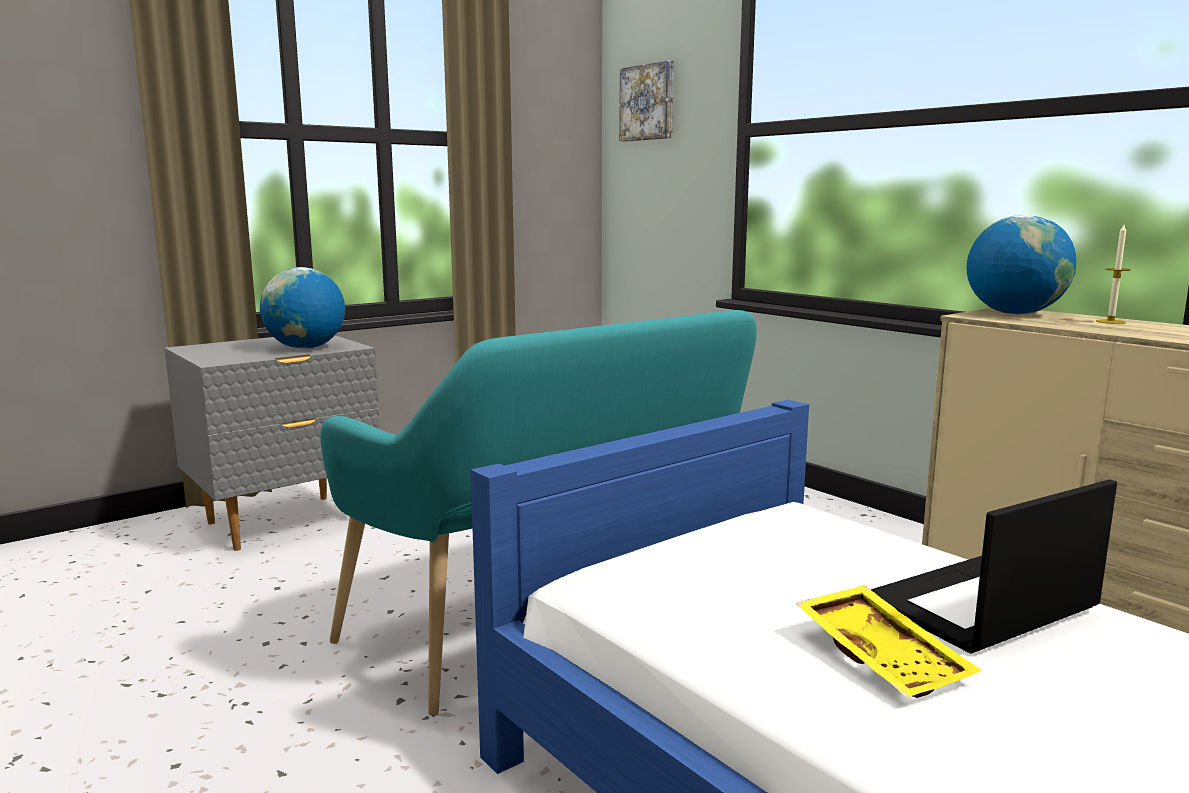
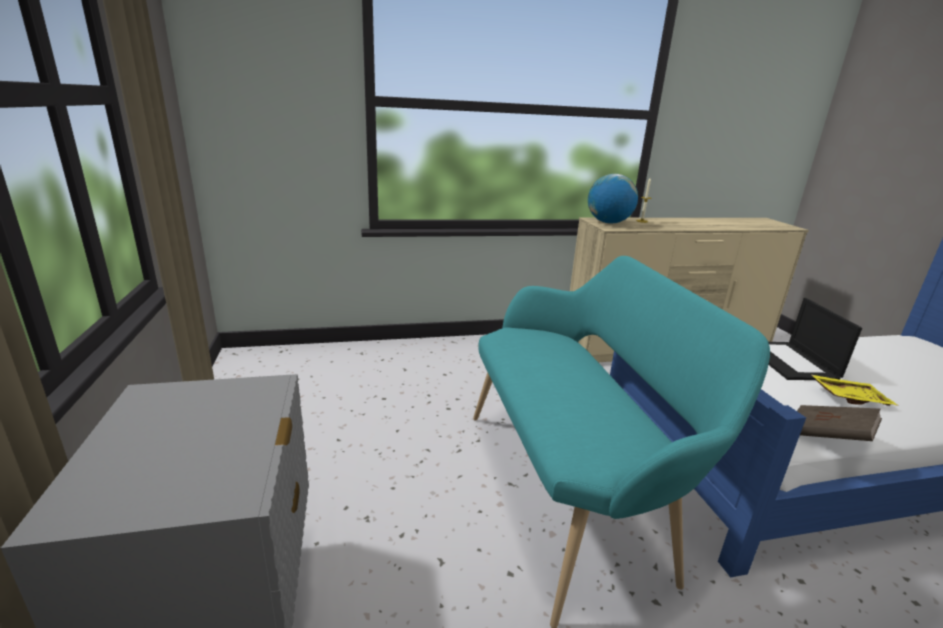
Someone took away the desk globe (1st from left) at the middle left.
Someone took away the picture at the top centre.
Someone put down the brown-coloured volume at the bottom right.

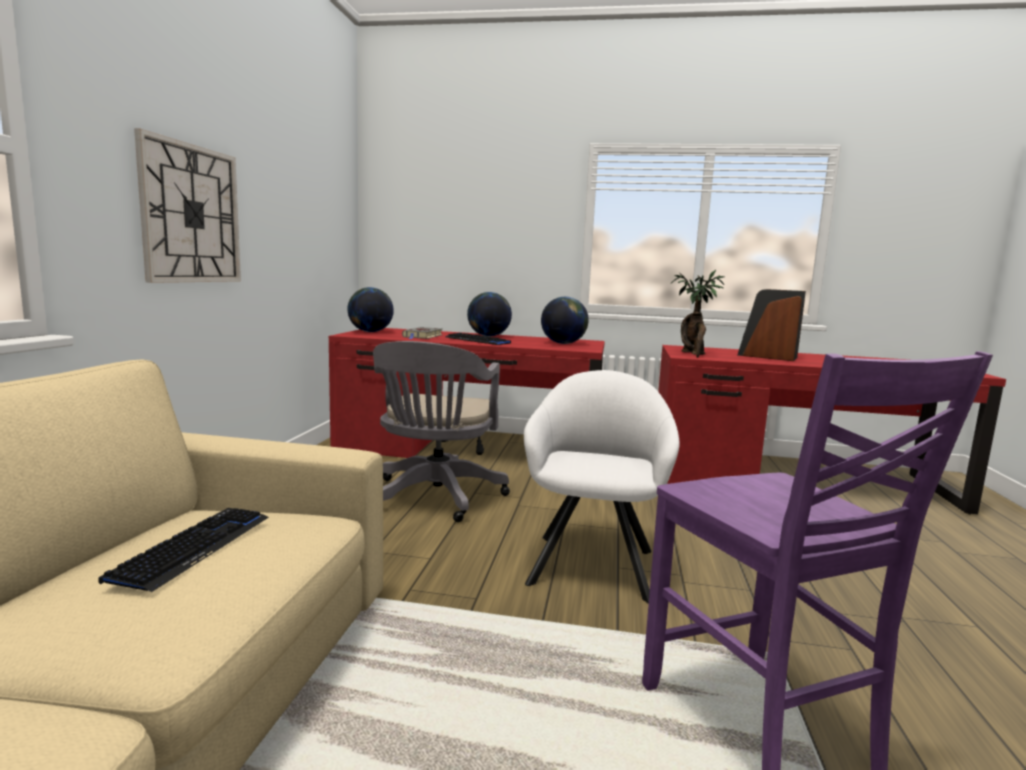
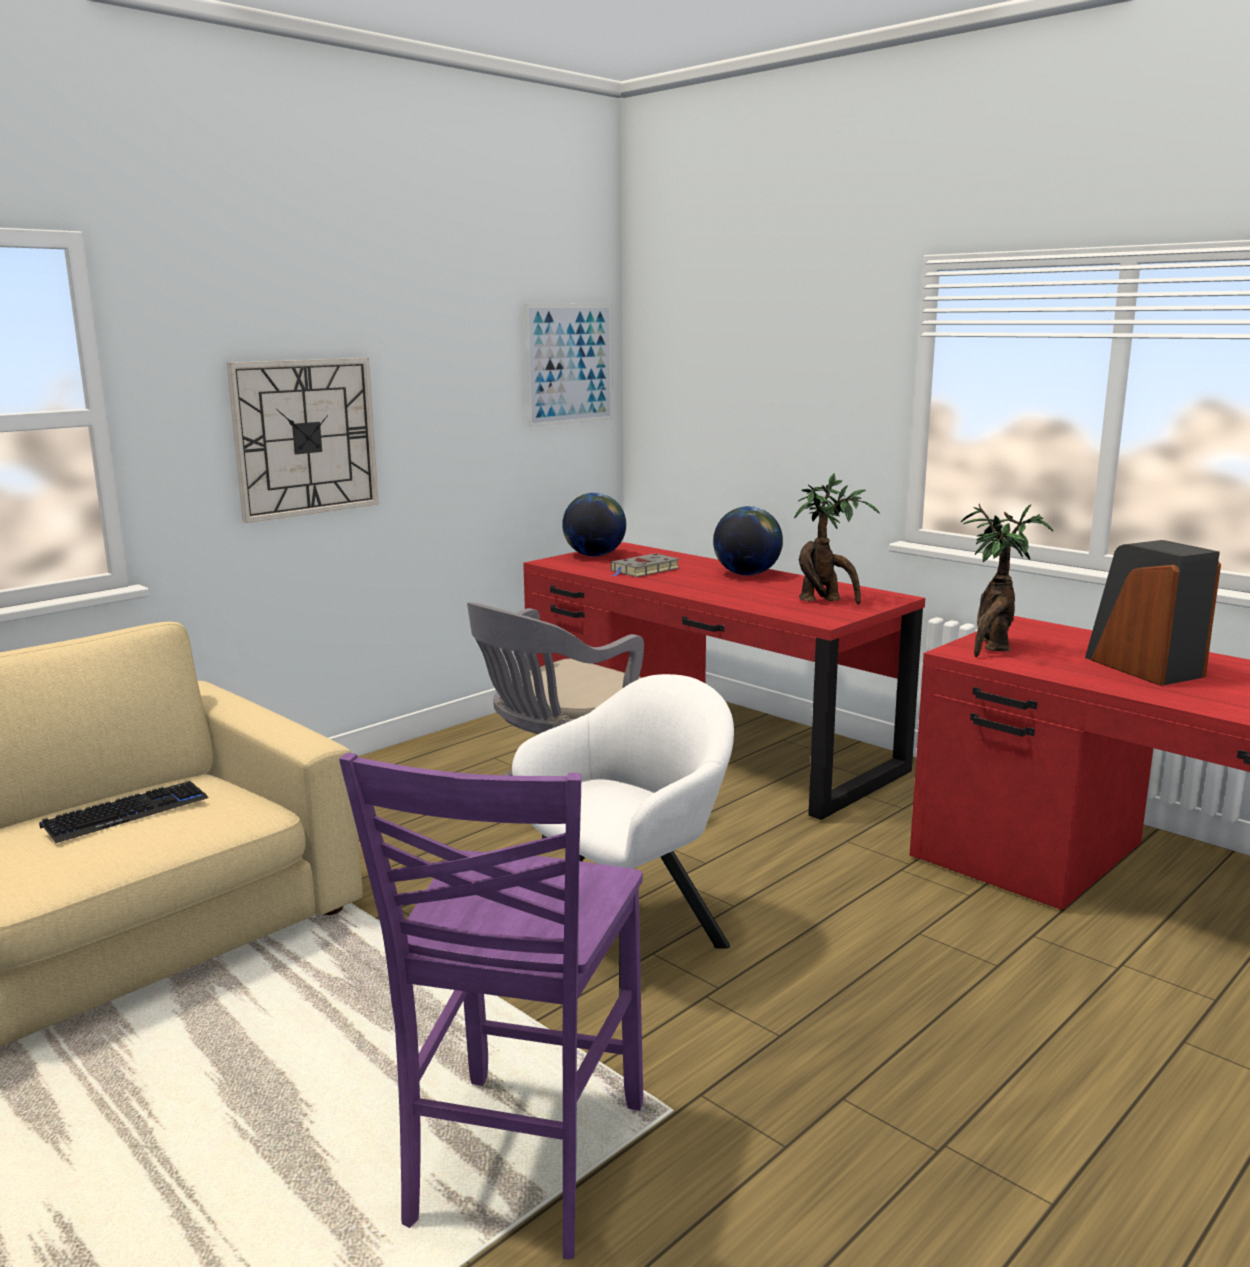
Someone took away the computer keyboard (2nd from left) at the centre.
Someone put up the picture at the top centre.
Someone swapped the desk globe (3rd from left) at the centre for the potted plant (1st from left) at the middle right.

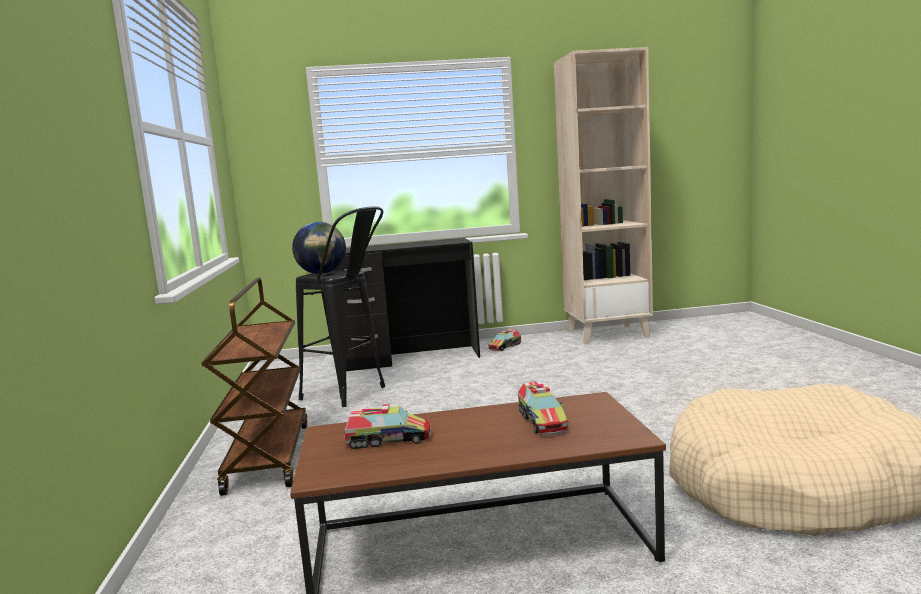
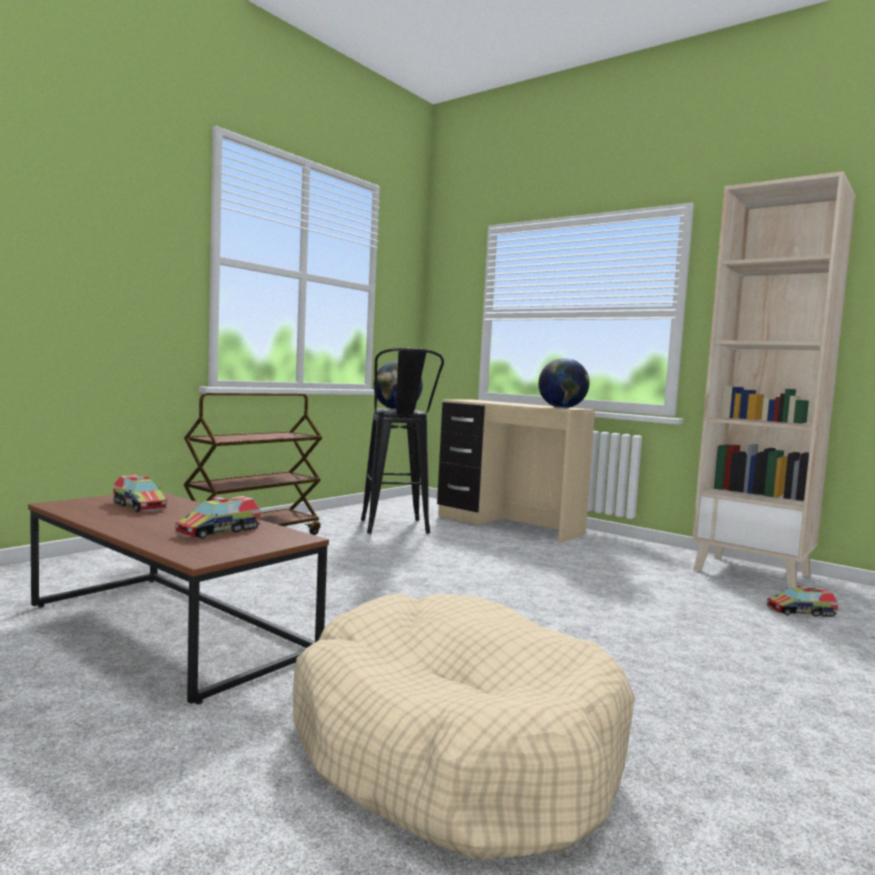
Someone put down the desk globe (2nd from left) at the centre.
Someone carried the toy lorry (2nd from left in the first image) from the centre to the bottom right.
Someone repainted the black-coloured desk unit at the centre, which became the beige-coloured desk unit at the centre.

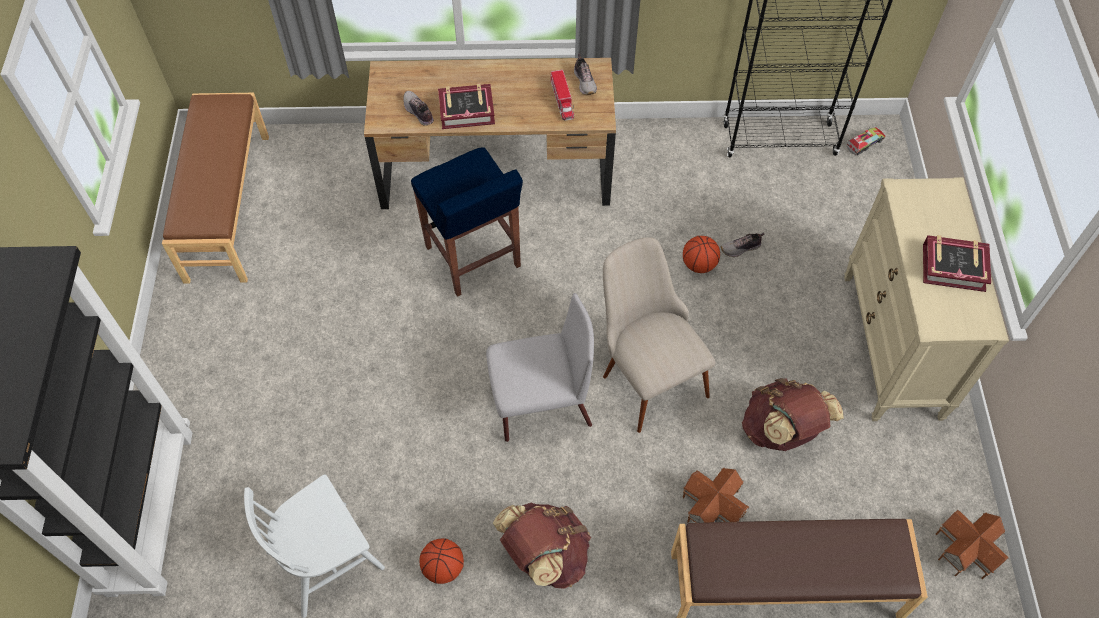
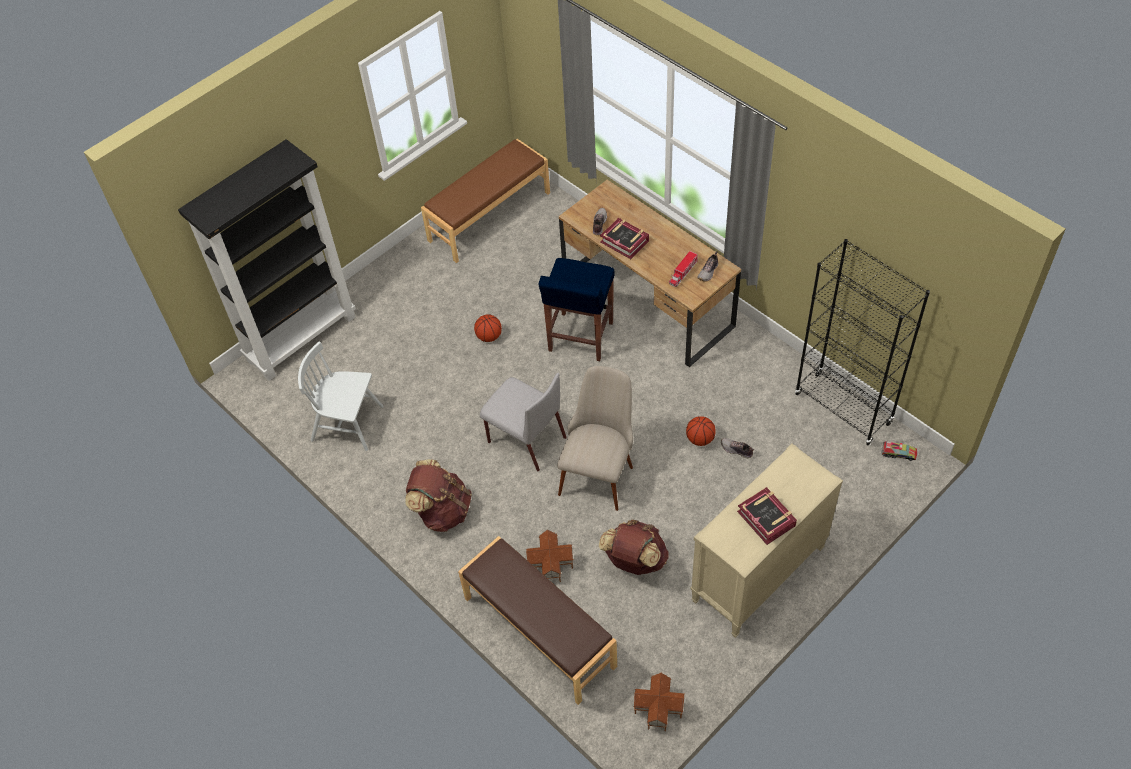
Someone carried the basketball ball (1st from left) from the bottom centre to the centre.

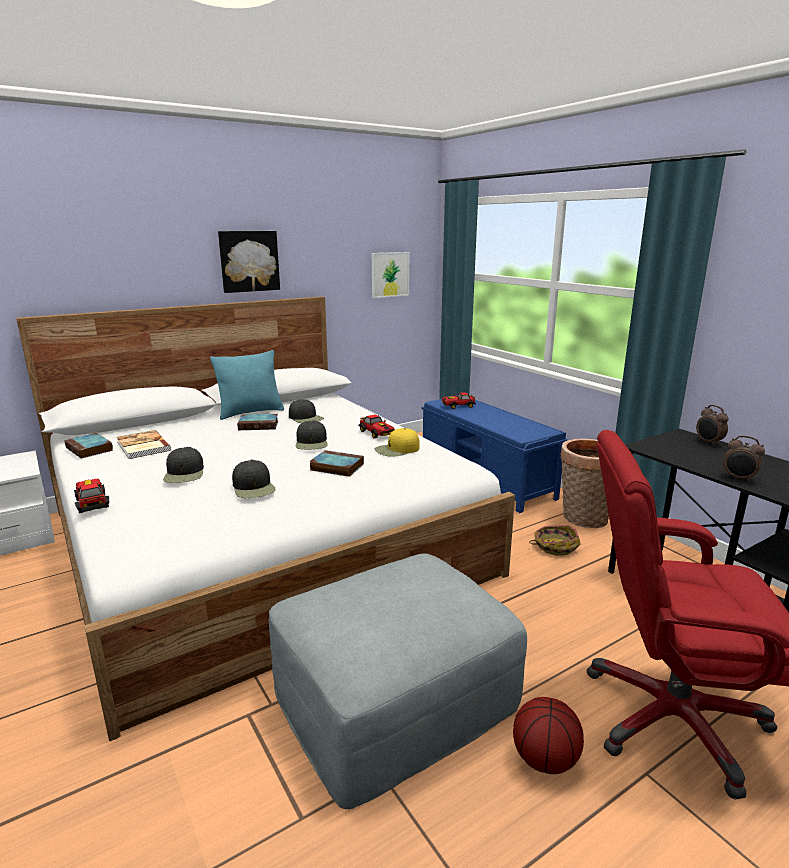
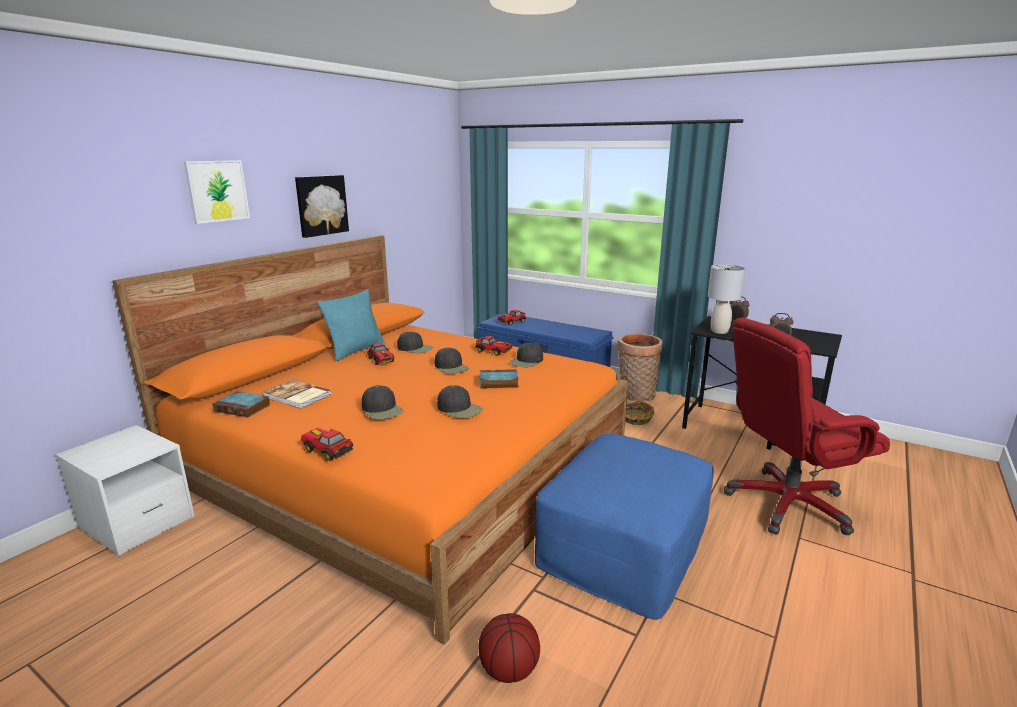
Someone put down the grey table lamp at the middle right.
Someone carried the picture (2nd from left in the first image) from the top centre to the top left.
Someone carried the basketball ball from the bottom right to the bottom centre.
Someone swapped the volume (3rd from left) at the middle left for the model car (2nd from left) at the centre.
Someone repainted the white bed at the centre, which became the orange-coloured bed at the centre.
Someone repainted the grey pouffe at the bottom centre, which became the blue pouffe at the bottom centre.
Someone repainted the yellow-coloured baseball cap at the centre, which became the black-coloured baseball cap (5th from left) at the centre.

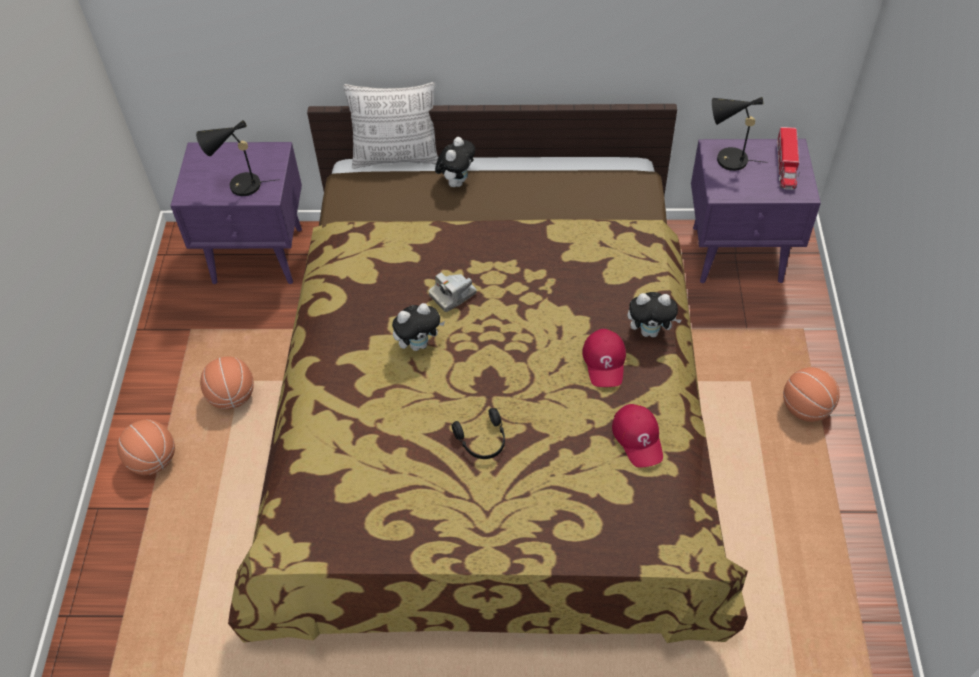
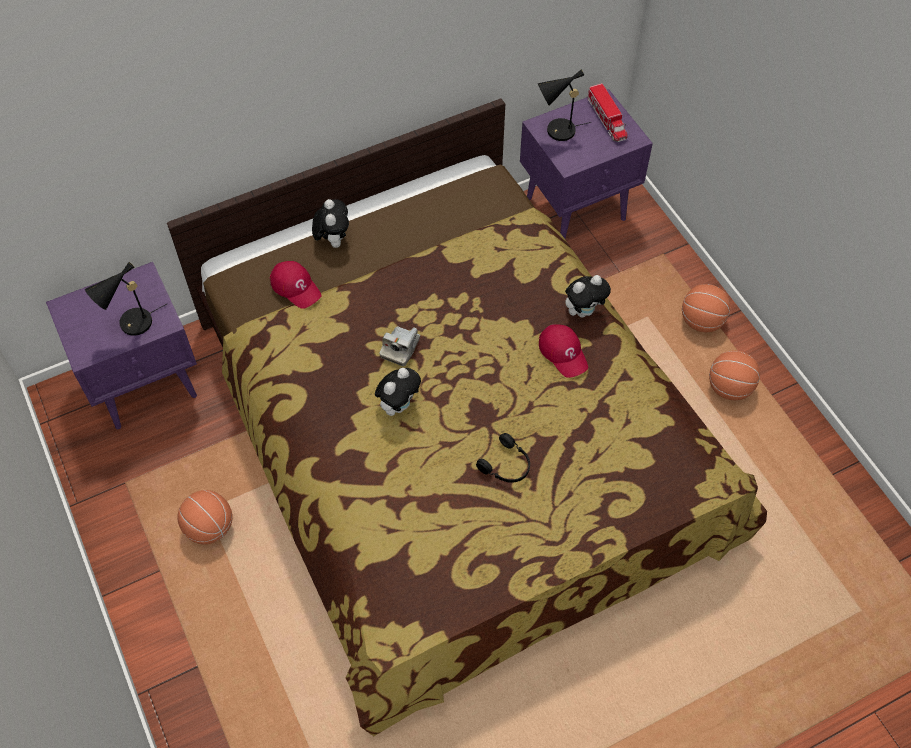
Someone took away the cushion at the top centre.
Someone carried the basketball ball (1st from left in the first image) from the middle left to the middle right.
Someone carried the reddish baseball cap (2nd from left in the first image) from the centre to the middle left.

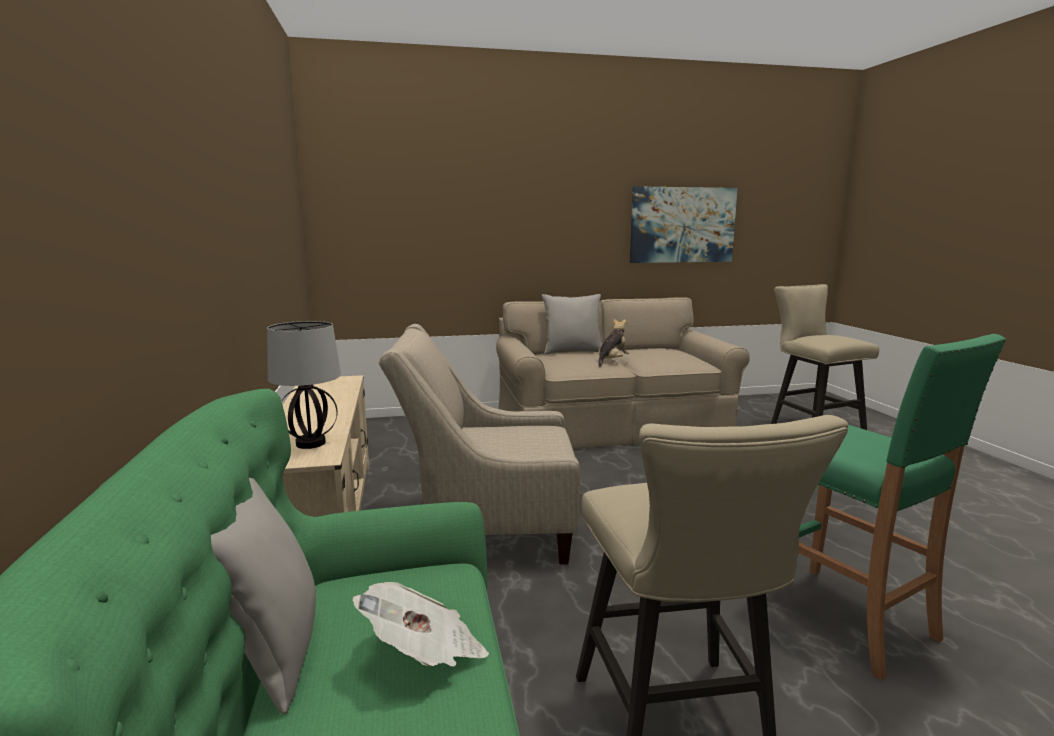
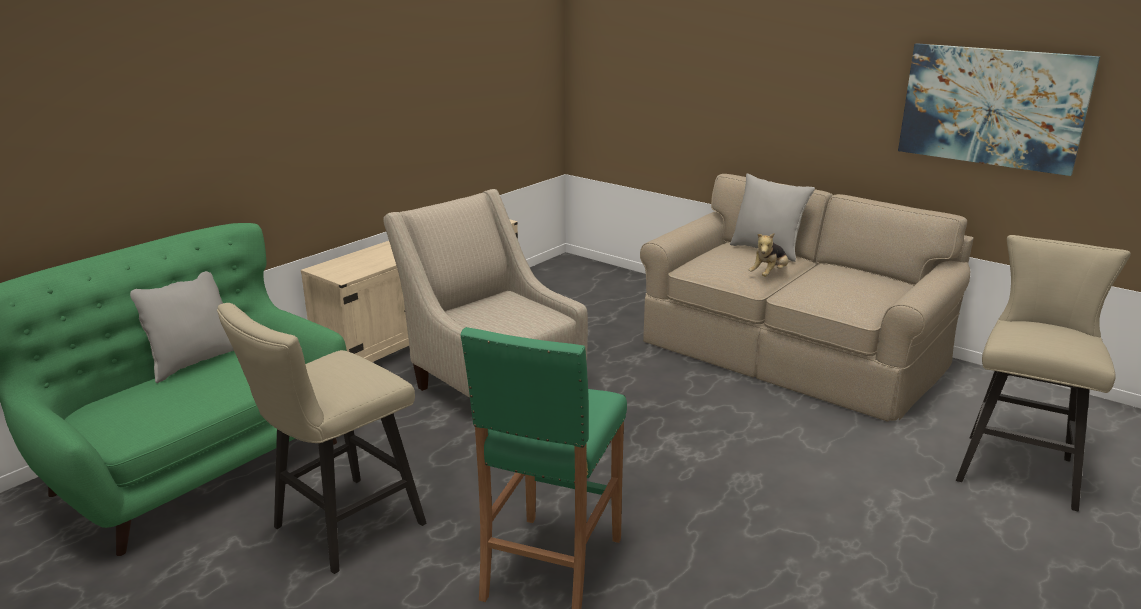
Someone took away the table lamp at the middle left.
Someone took away the daily paper at the bottom centre.
Someone rotated the cuddly toy at the centre by 135 degrees clockwise.

